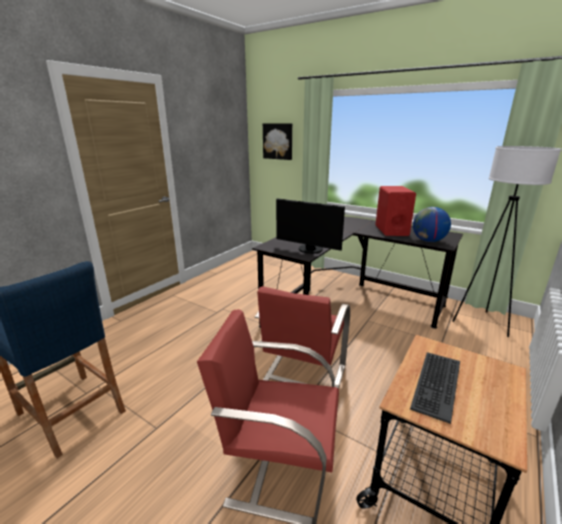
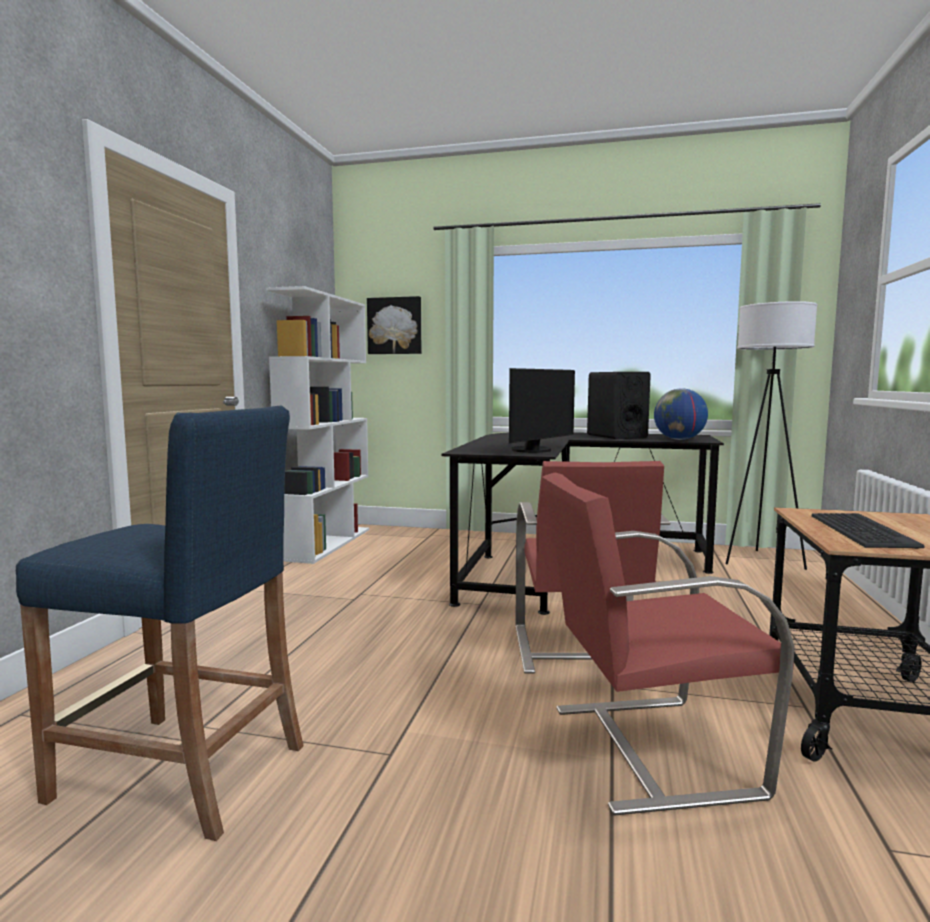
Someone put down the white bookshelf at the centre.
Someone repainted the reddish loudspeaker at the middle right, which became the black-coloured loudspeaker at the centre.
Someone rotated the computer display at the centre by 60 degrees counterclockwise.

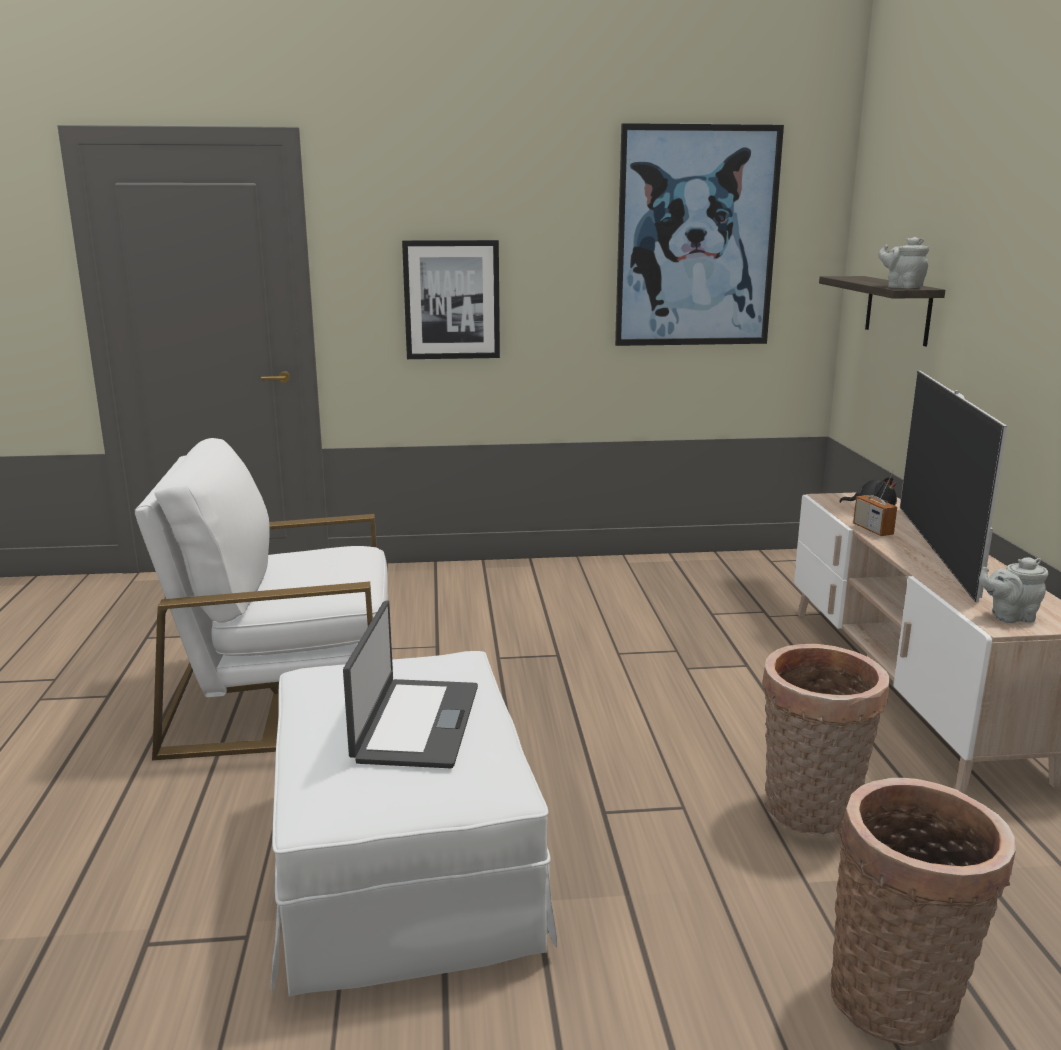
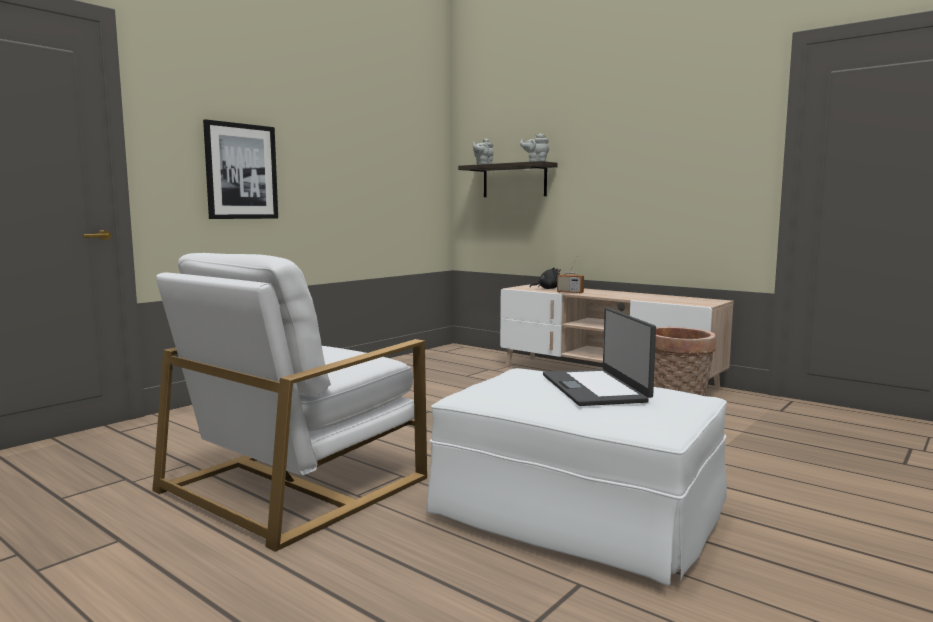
Someone took away the picture (2nd from left) at the top centre.
Someone took away the storage basket (2nd from left) at the bottom right.
Someone took away the TV at the middle right.
Someone carried the grey teapot (2nd from left in the first image) from the middle right to the top centre.
Someone rotated the laptop at the centre by 150 degrees counterclockwise.

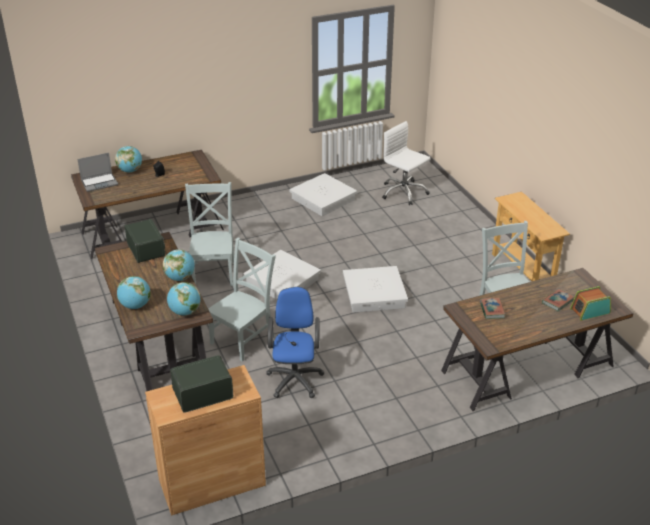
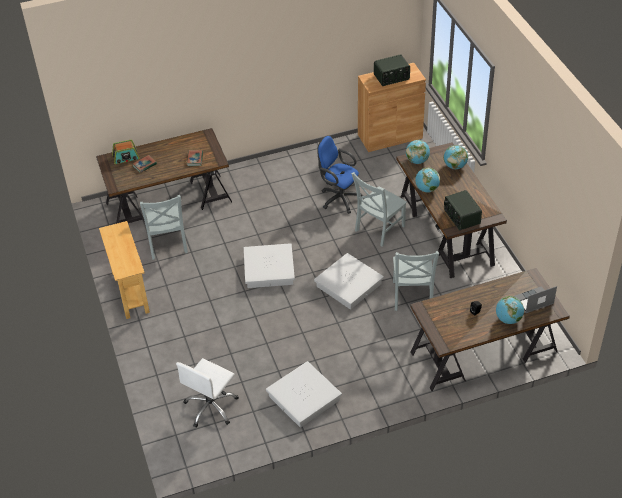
Someone rotated the blue computer chair at the centre by 120 degrees clockwise.
Someone rotated the white computer chair at the top centre by 75 degrees clockwise.

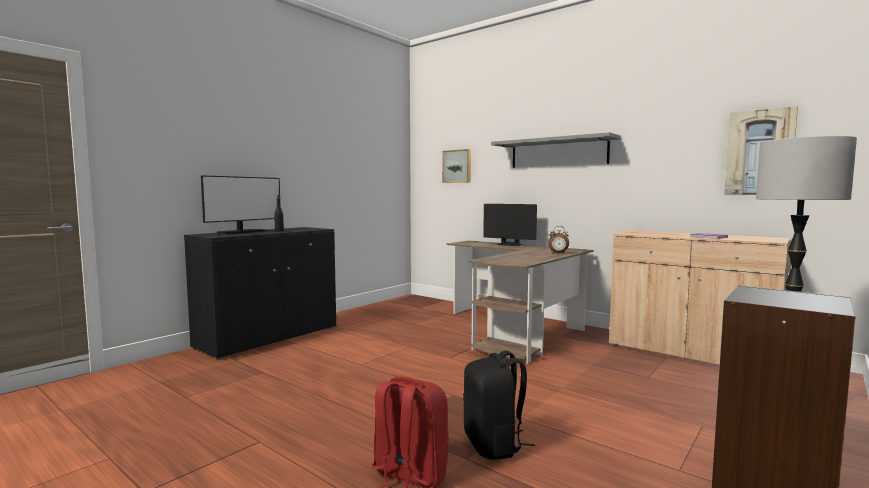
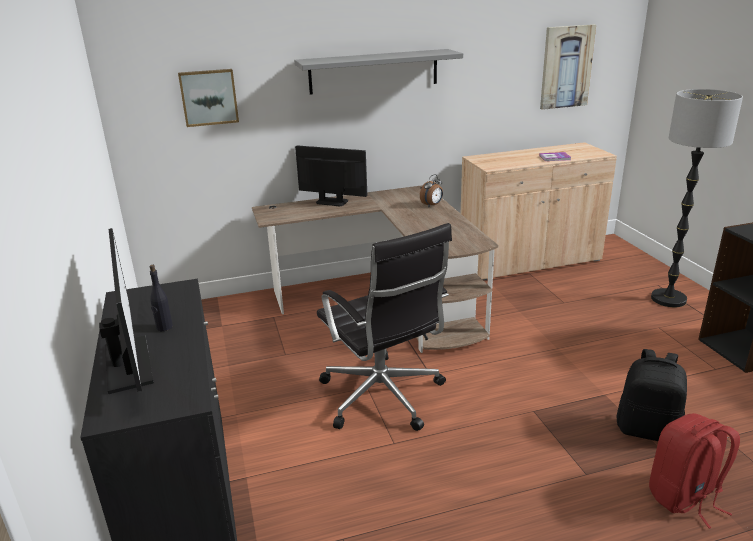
Someone put down the black-coloured computer chair at the centre.
Someone rotated the computer display (2nd from left) at the centre by 135 degrees counterclockwise.

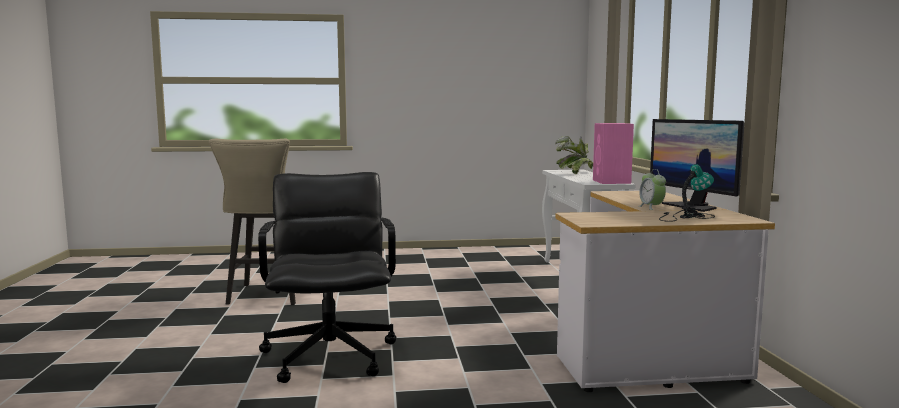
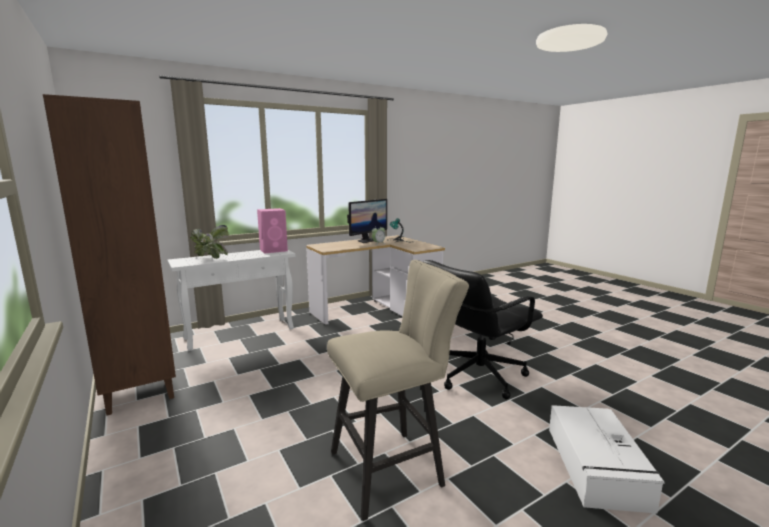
Someone put down the brown-coloured bookshelf at the middle left.
Someone put down the white storage bin at the bottom right.

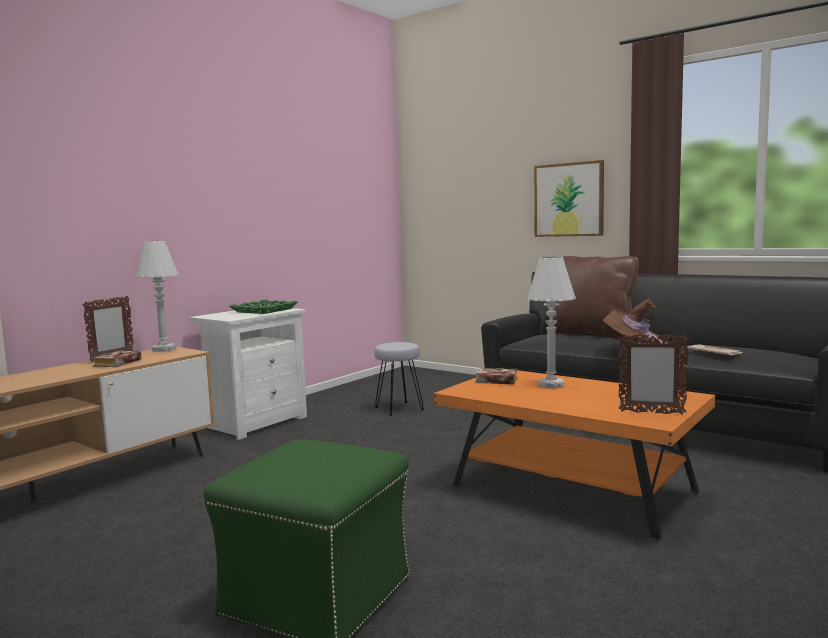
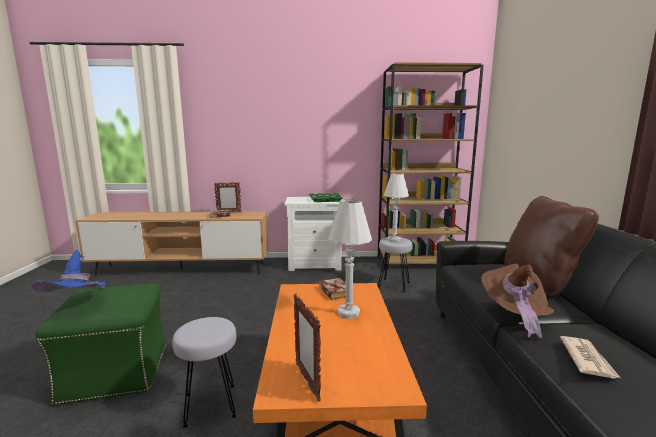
Someone took away the picture at the top right.
Someone put down the blue clothing hat at the middle left.
Someone put down the grey stool (1st from left) at the bottom left.
Someone put down the brown-coloured bookshelf at the centre.
Someone carried the white table lamp (1st from left in the first image) from the middle left to the centre.

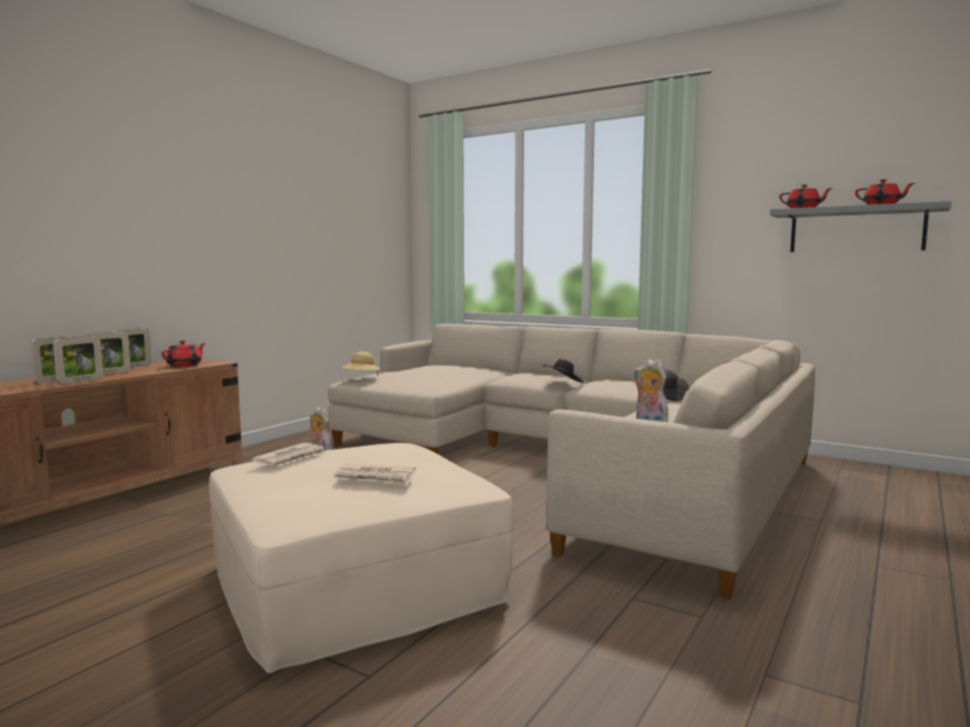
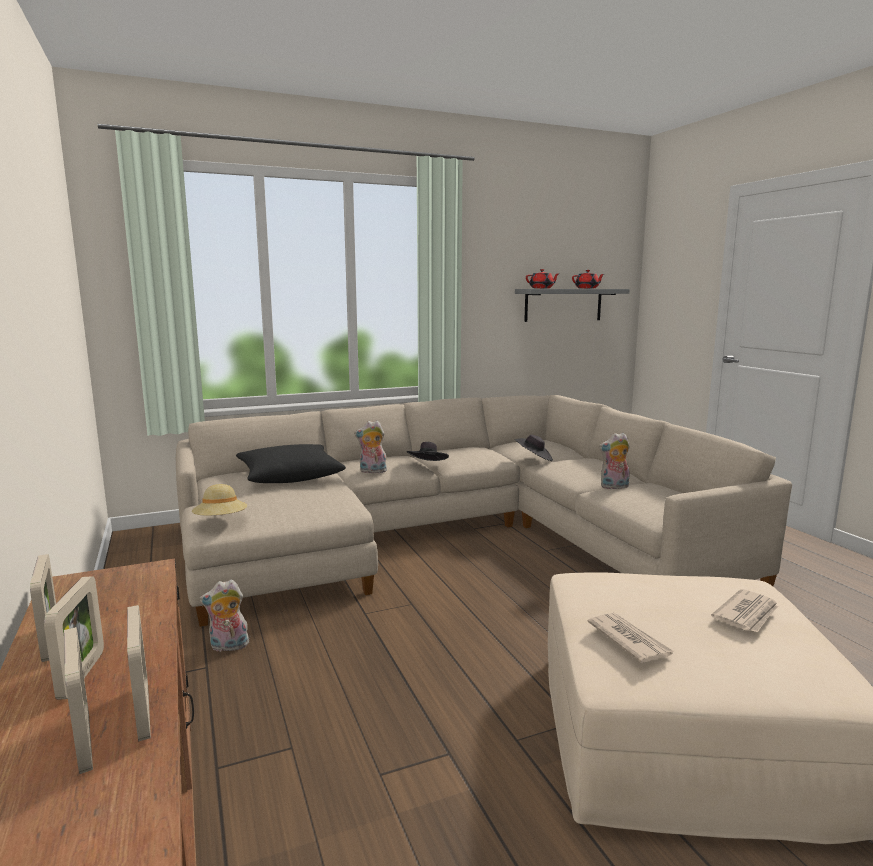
Someone took away the reddish teapot (1st from left) at the middle left.
Someone put down the black-coloured cushion at the centre.
Someone put down the cuddly toy (2nd from left) at the centre.

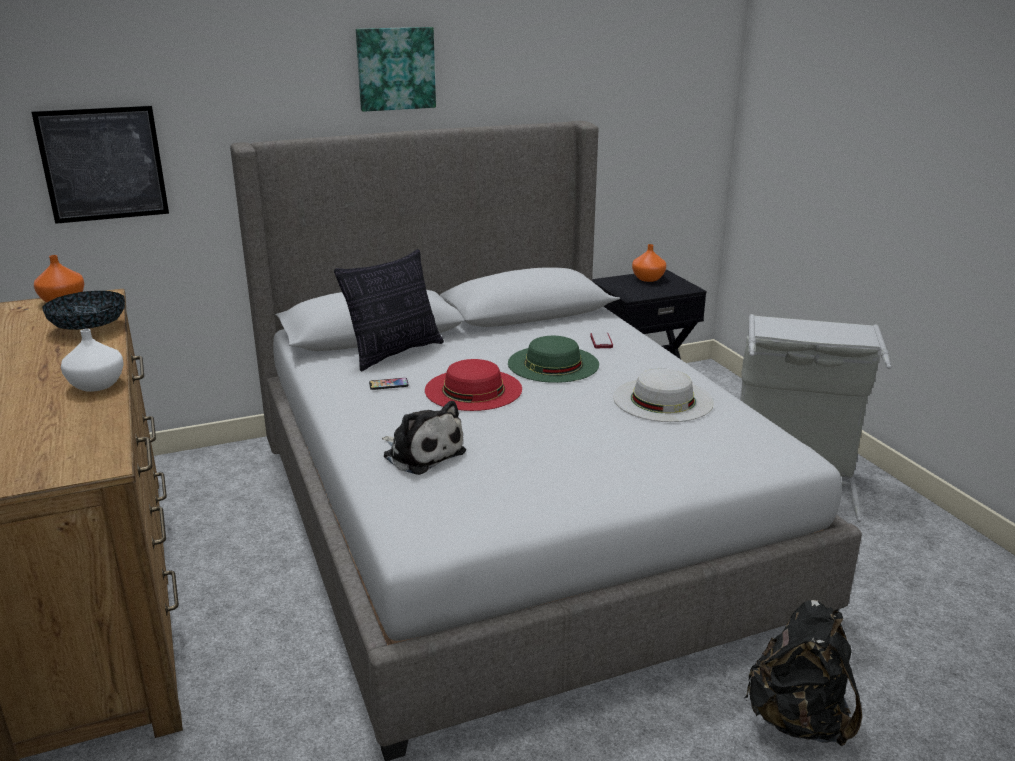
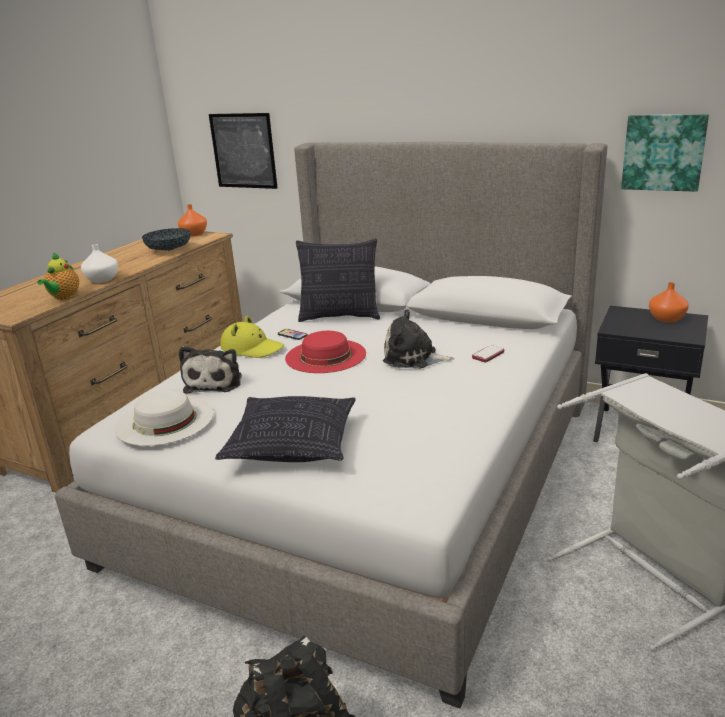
Someone put down the teapot at the middle left.
Someone put down the cushion (1st from left) at the centre.
Someone put down the yellow-coloured clothing hat at the centre.
Someone carried the picture (2nd from left) from the top centre to the top right.
Someone carried the white clothing hat from the centre to the middle left.
Someone swapped the green clothing hat at the centre for the cuddly toy (2nd from left) at the centre.

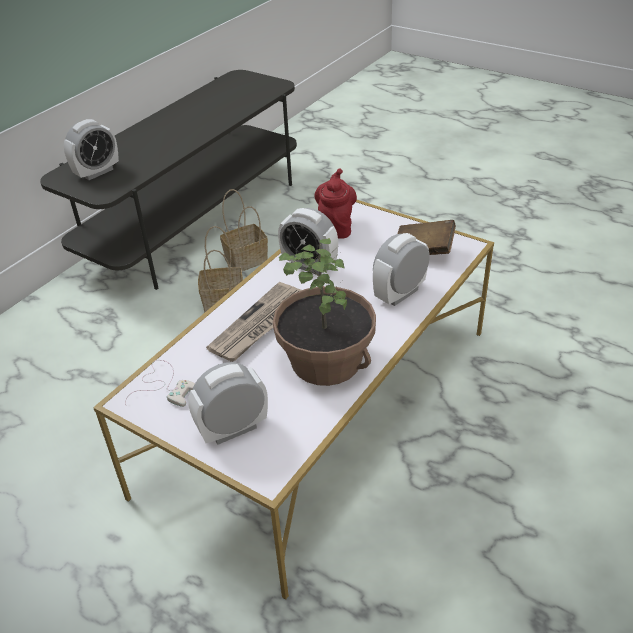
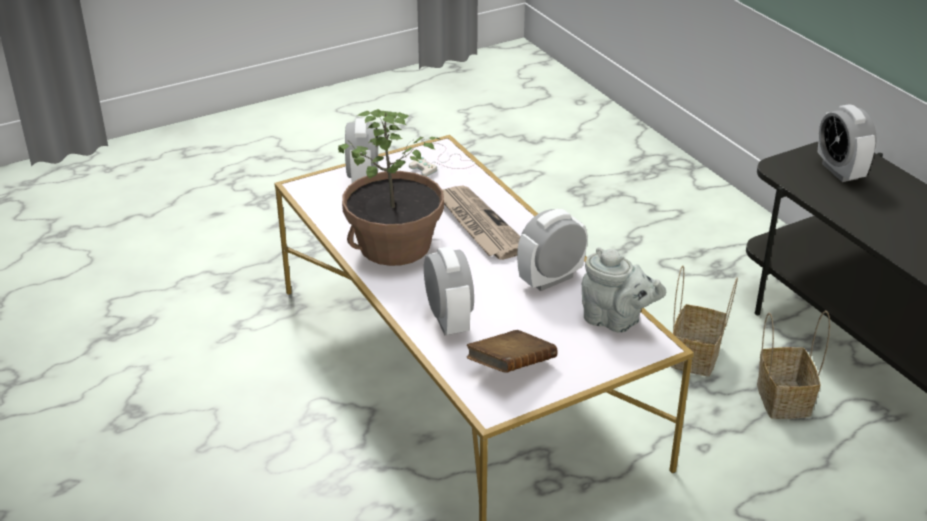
Someone repainted the reddish teapot at the top centre, which became the grey teapot at the middle right.

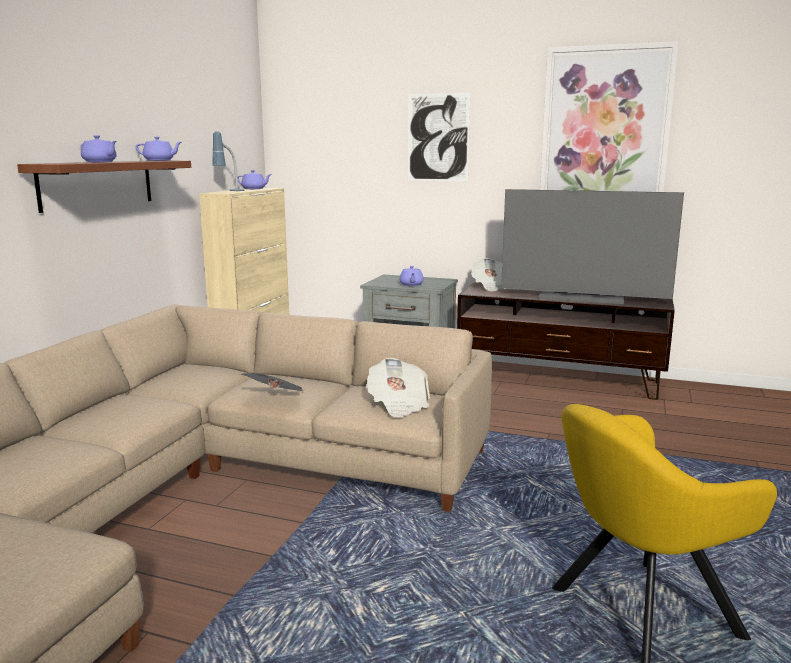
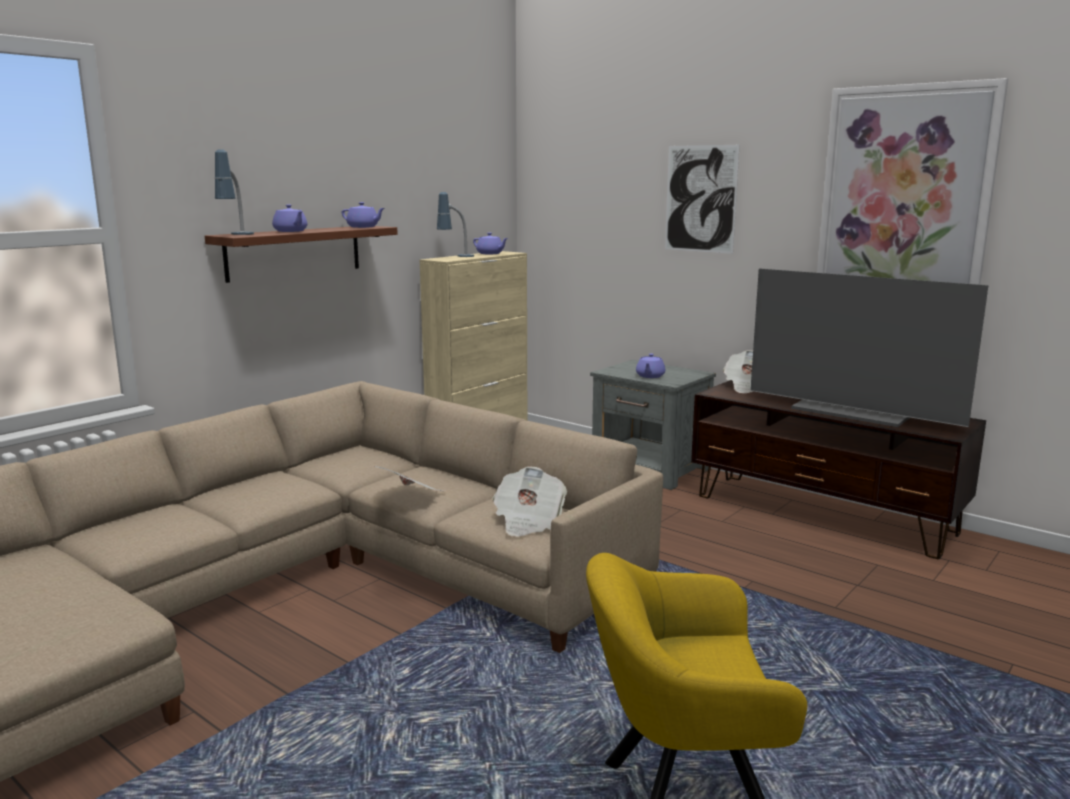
Someone put down the table lamp (1st from left) at the top left.

